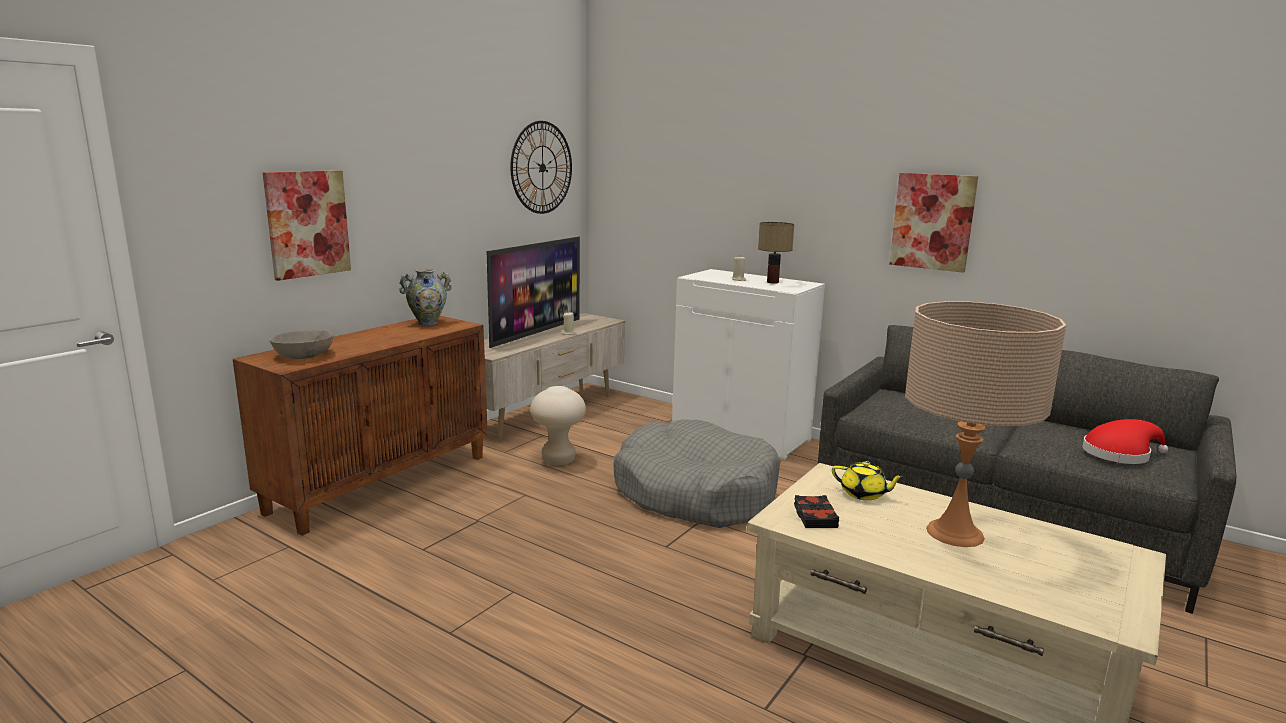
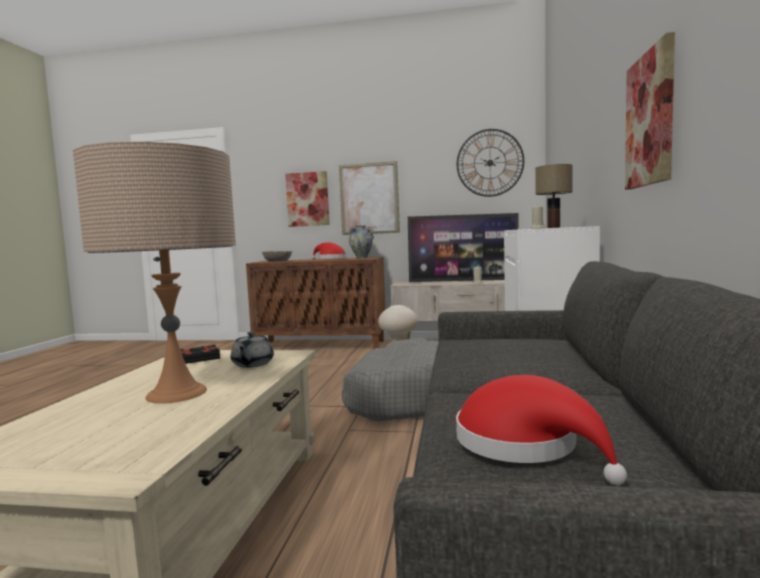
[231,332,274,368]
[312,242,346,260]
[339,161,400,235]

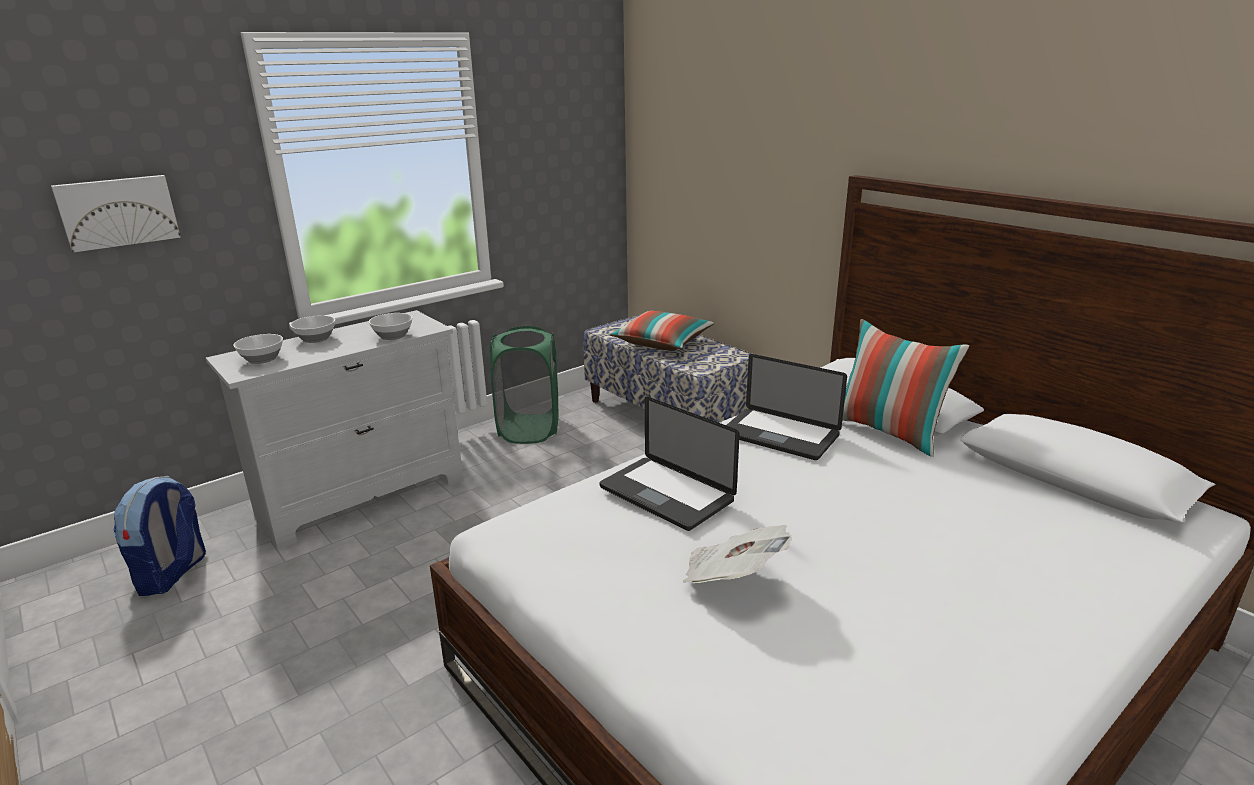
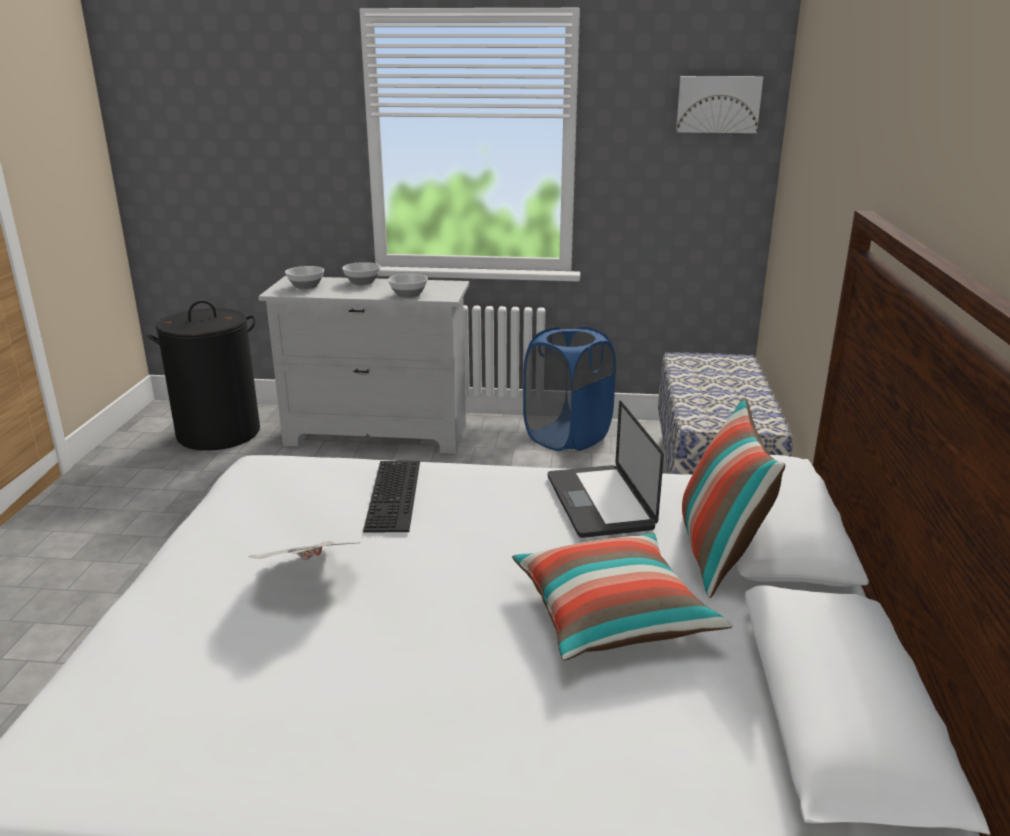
[147,300,260,451]
[363,461,420,533]
[512,533,733,661]
[523,327,616,451]
[676,76,763,133]

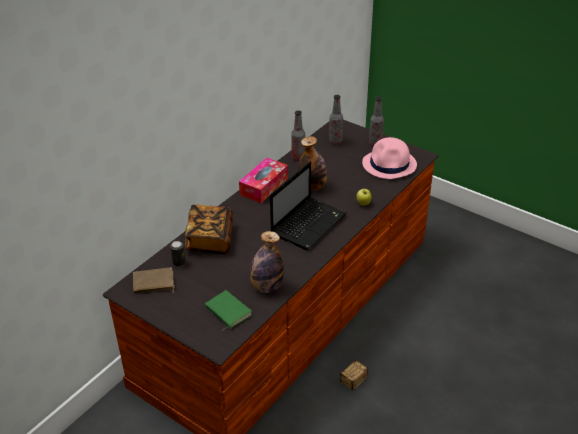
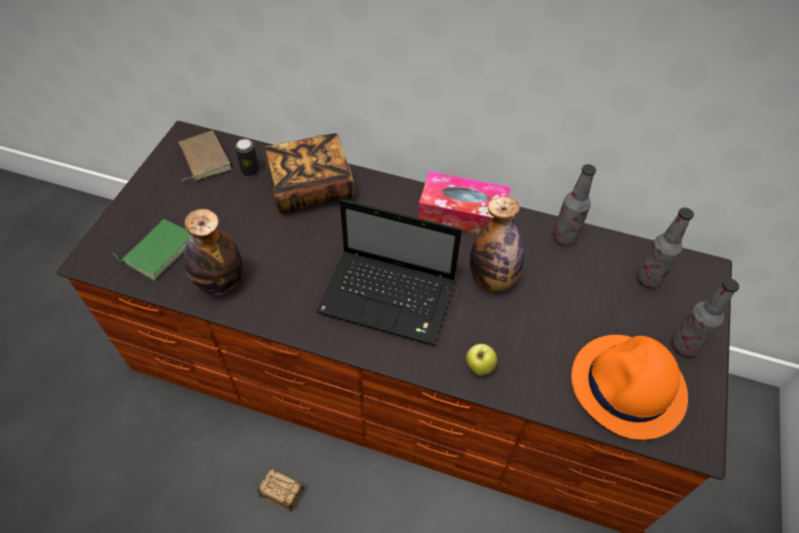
[571,335,688,440]

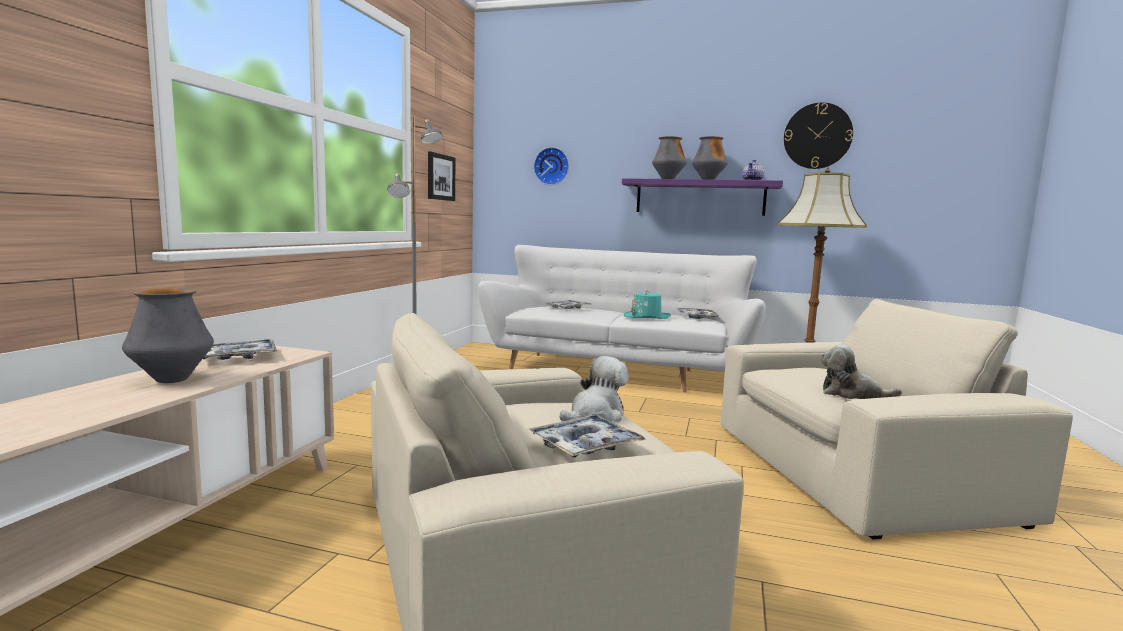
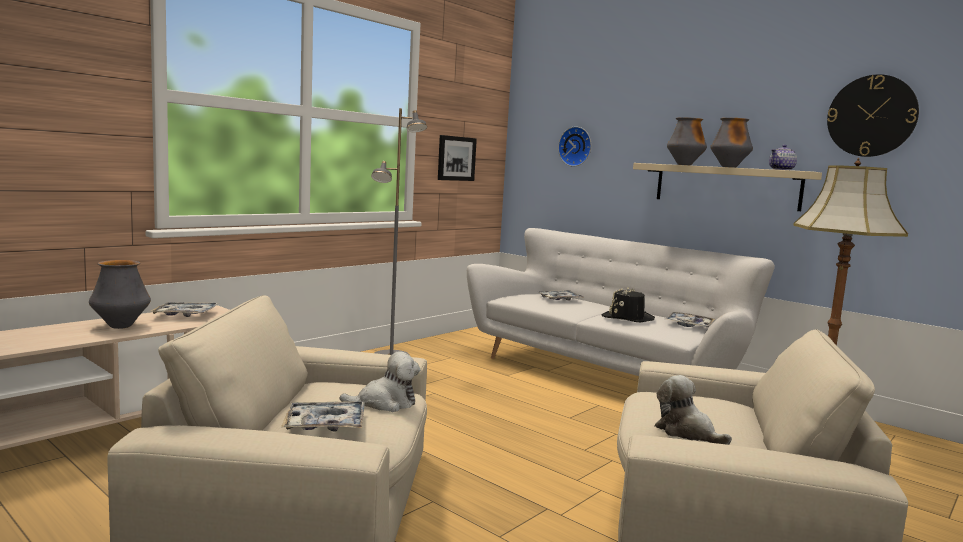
[601,287,655,322]
[633,163,822,211]

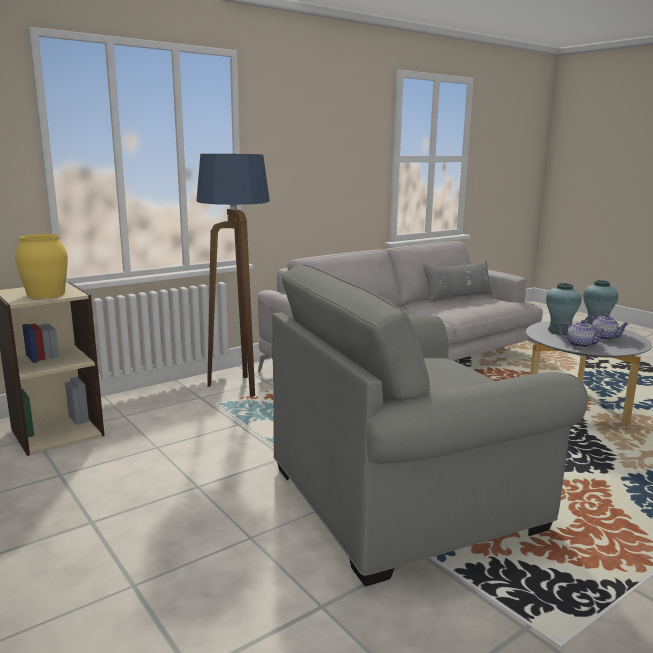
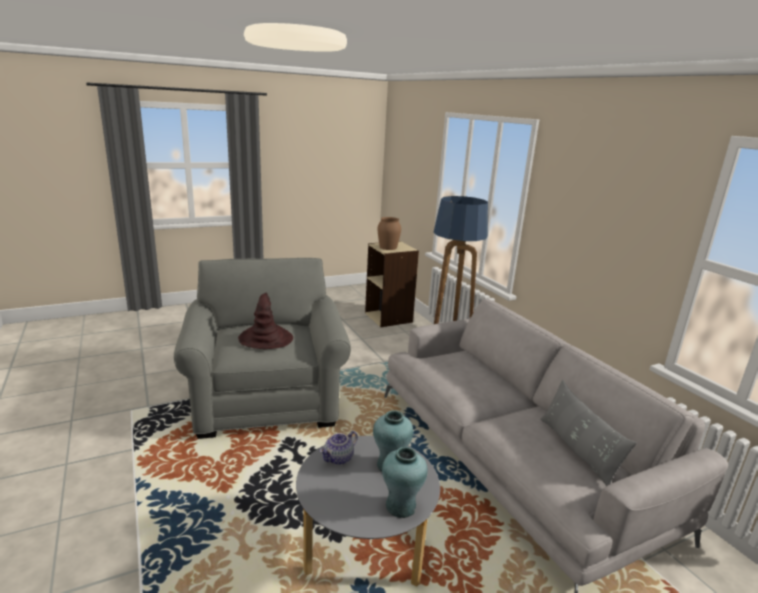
[238,292,293,349]
[378,217,401,250]
[585,314,629,340] (first image)

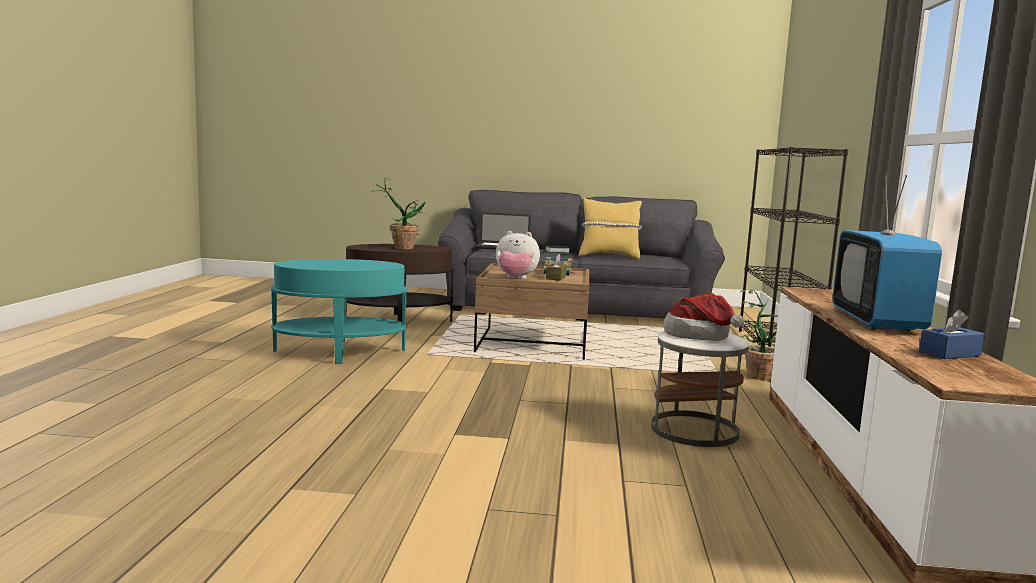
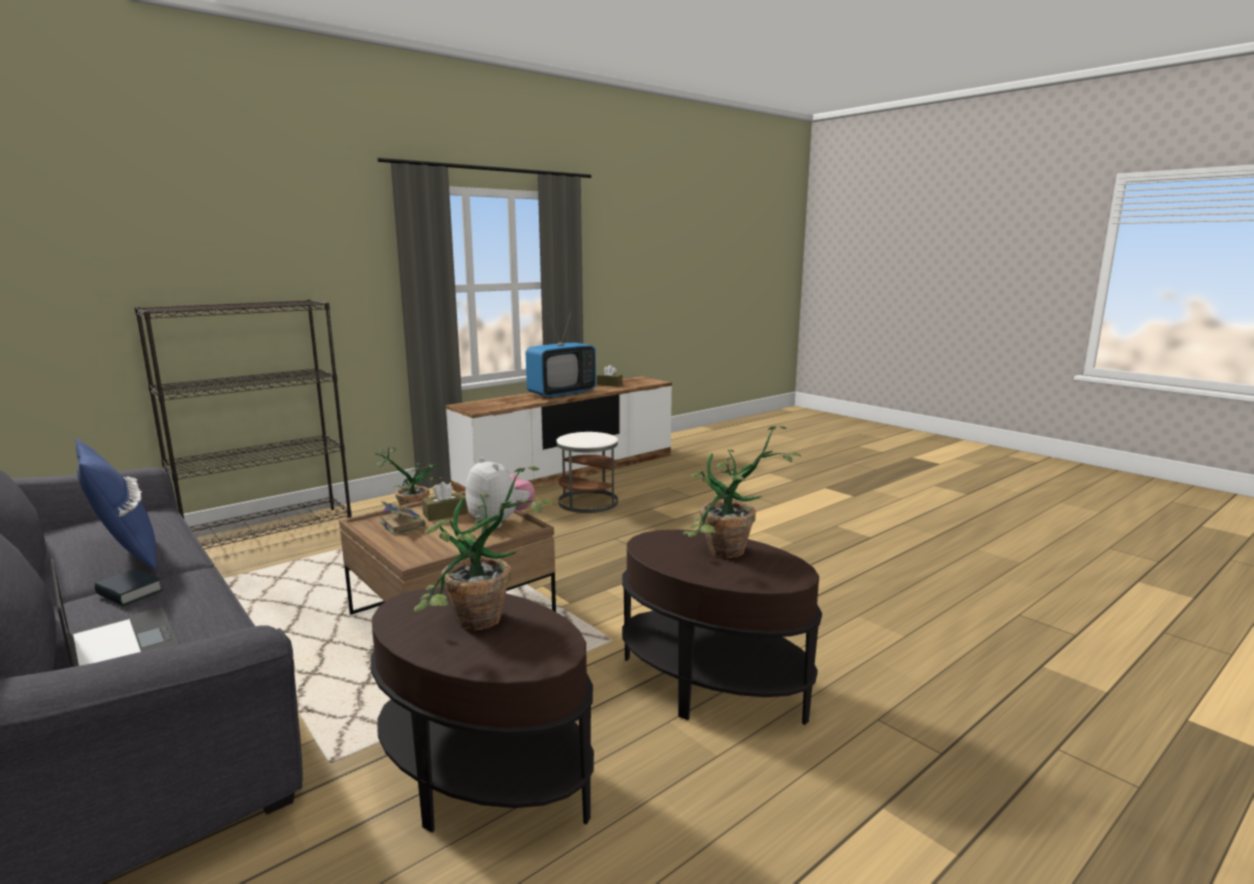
[75,438,157,570]
[597,365,623,387]
[622,530,822,725]
[683,426,801,558]
[664,293,744,341] (first image)

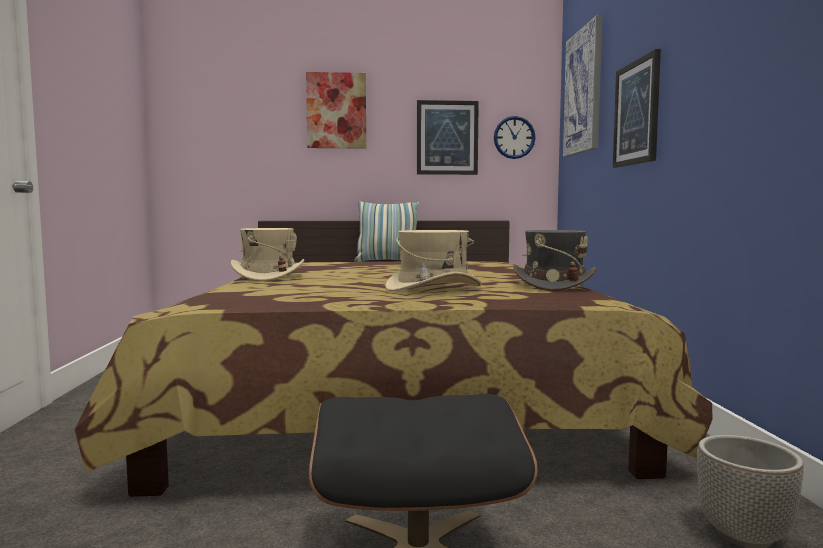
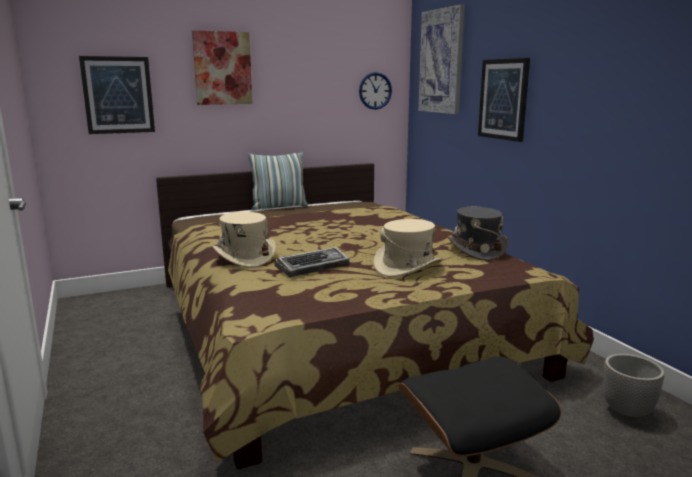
[79,56,155,134]
[274,247,349,277]

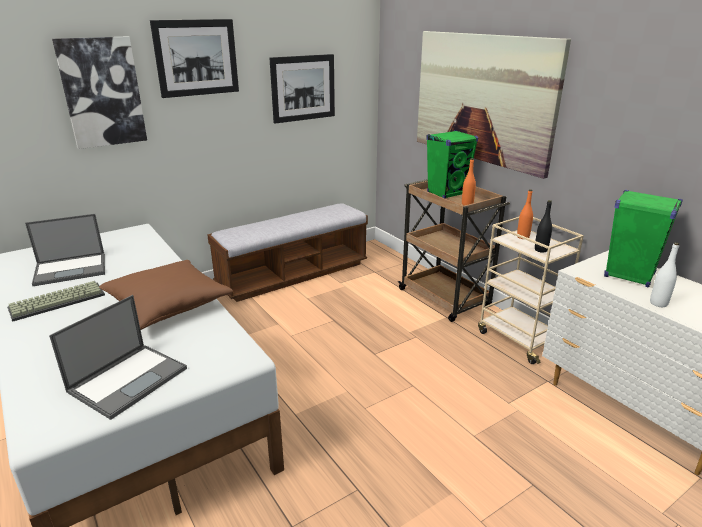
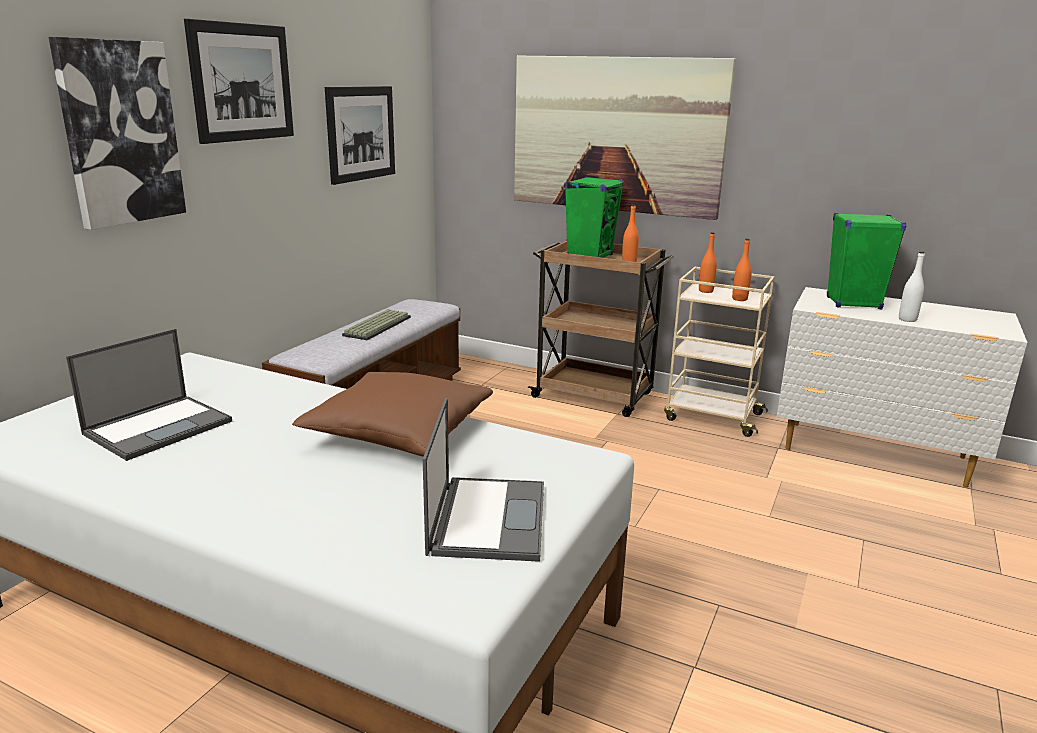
[342,309,411,340]
[732,239,752,301]

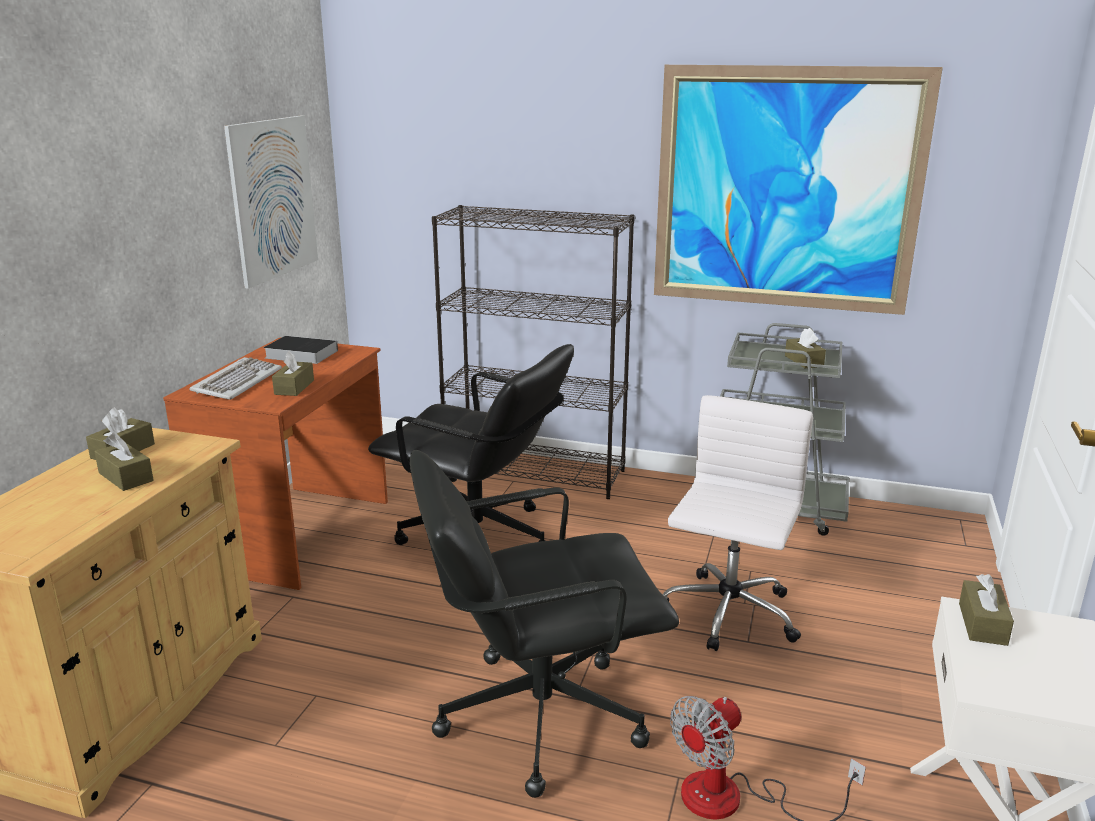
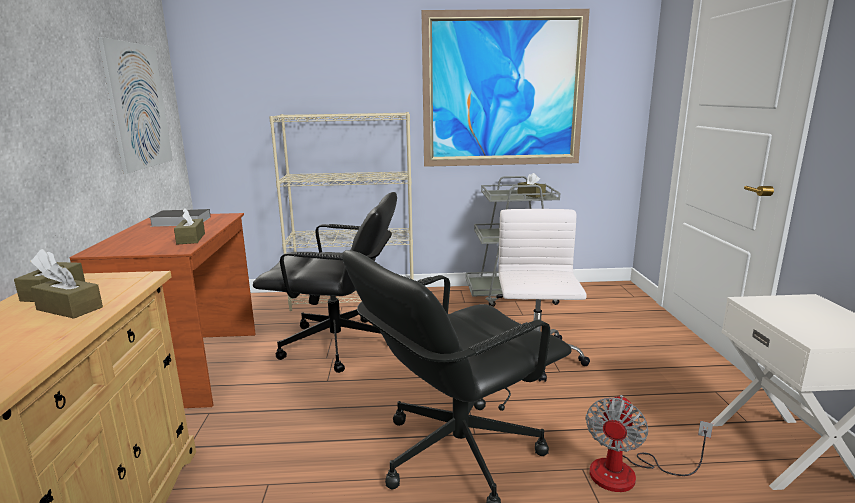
[269,112,414,311]
[189,357,282,400] (first image)
[959,574,1014,646] (first image)

